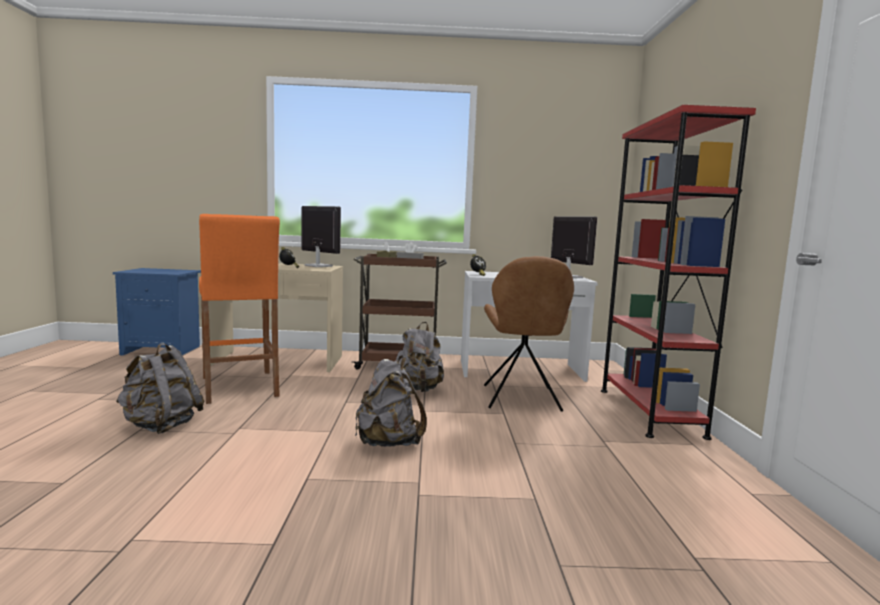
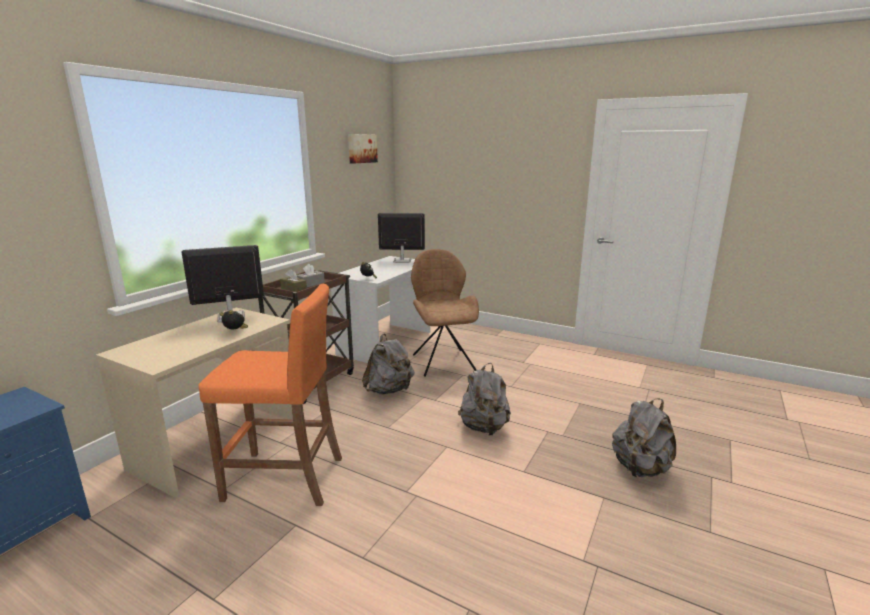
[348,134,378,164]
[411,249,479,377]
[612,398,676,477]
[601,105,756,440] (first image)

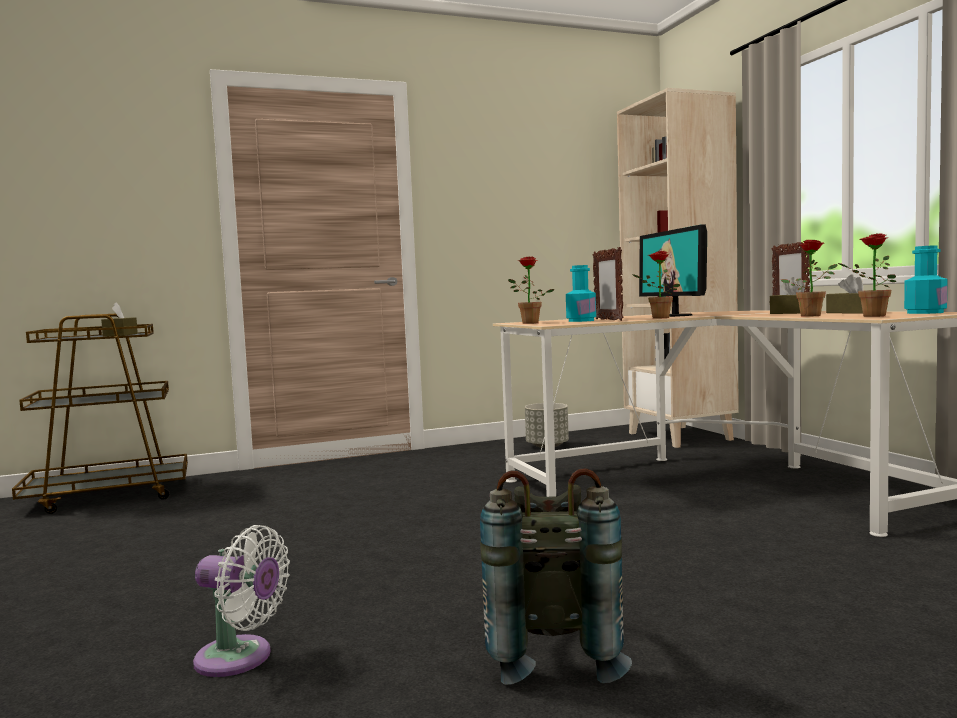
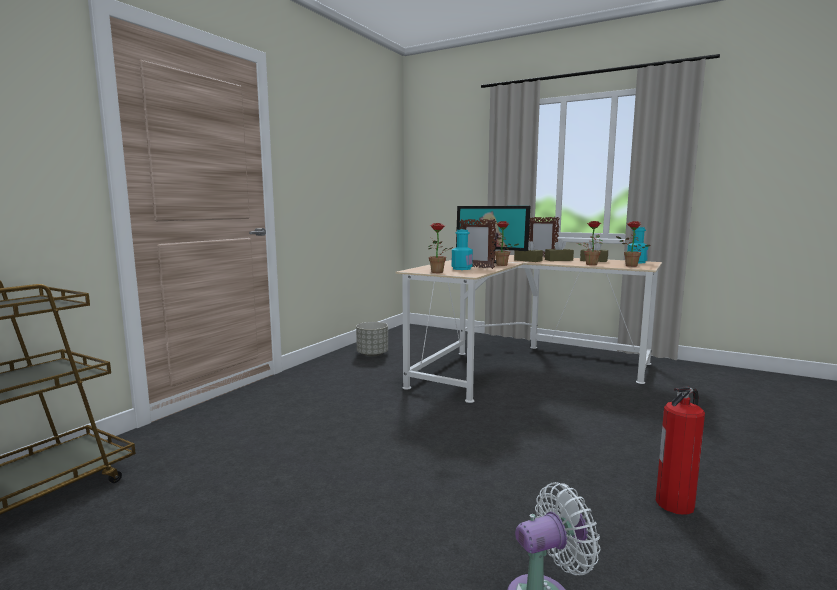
[514,241,543,262]
[656,386,705,515]
[617,88,739,448] (first image)

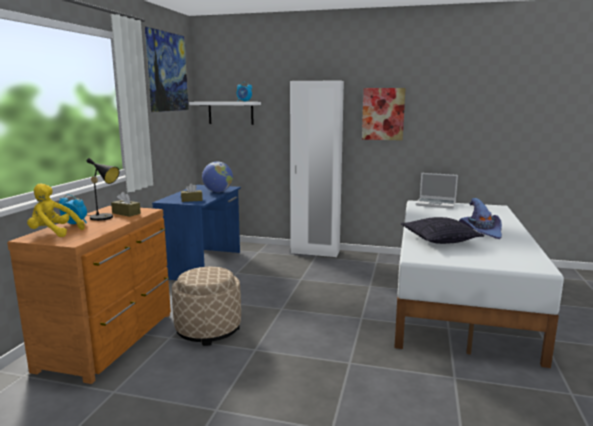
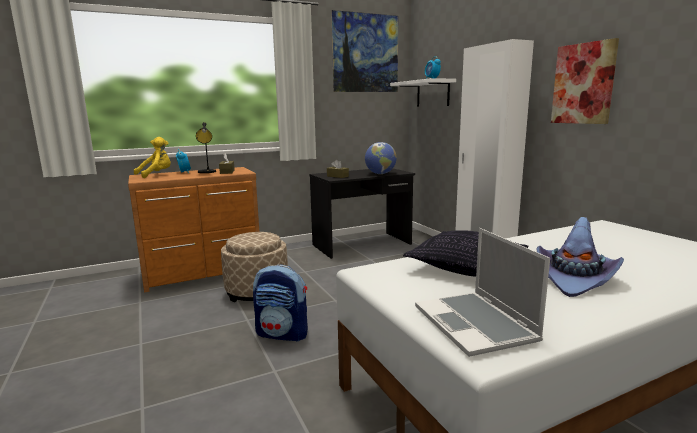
[133,137,171,178]
[253,264,308,342]
[310,169,415,259]
[415,228,550,357]

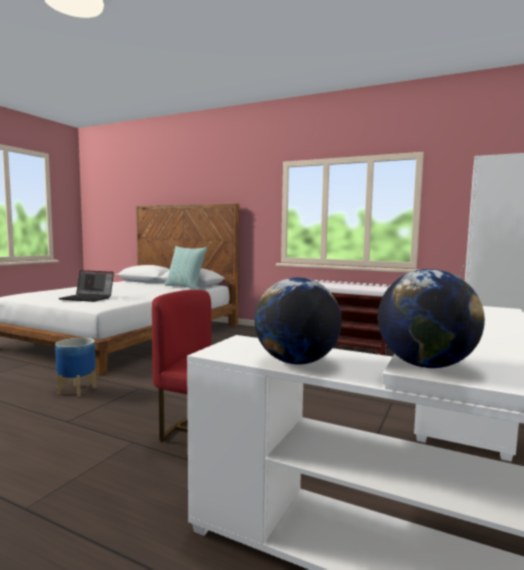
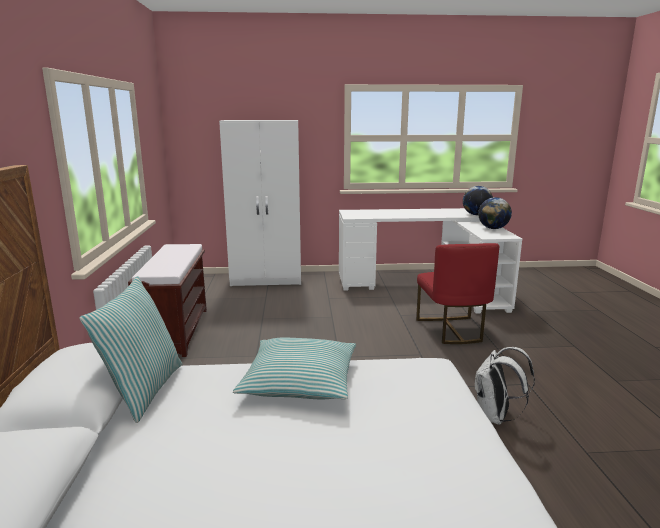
[233,338,356,399]
[474,347,535,425]
[59,270,114,302] (first image)

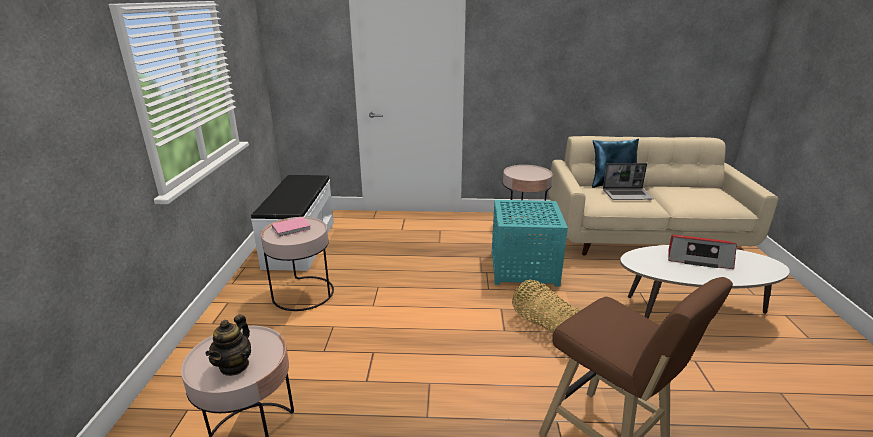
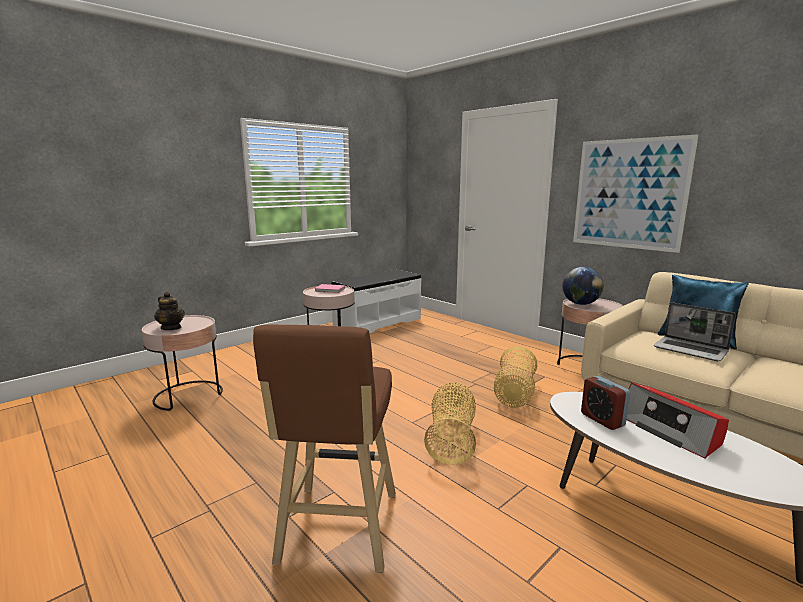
[154,292,185,330]
[494,346,537,407]
[562,267,604,305]
[573,134,698,253]
[581,376,630,430]

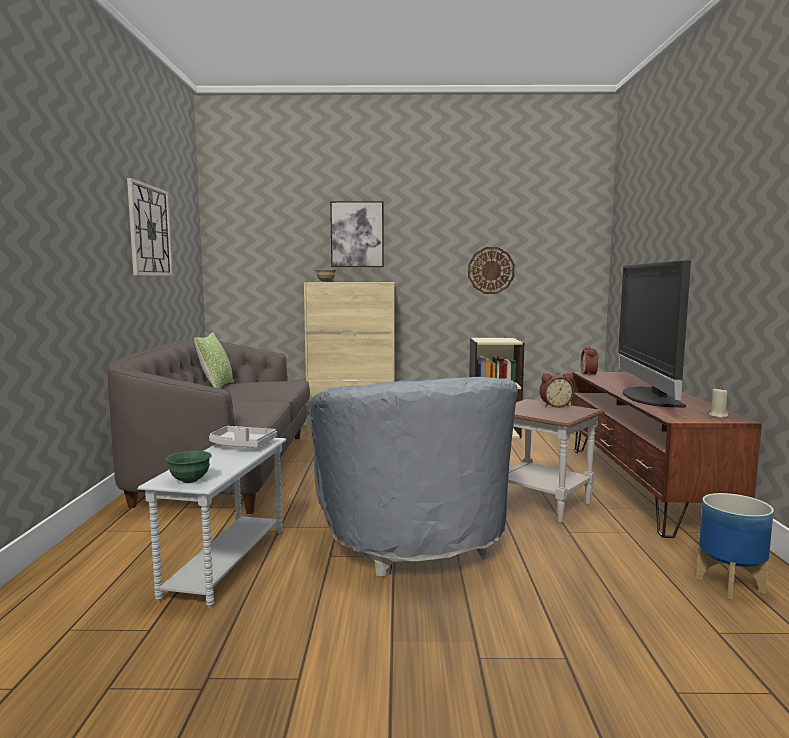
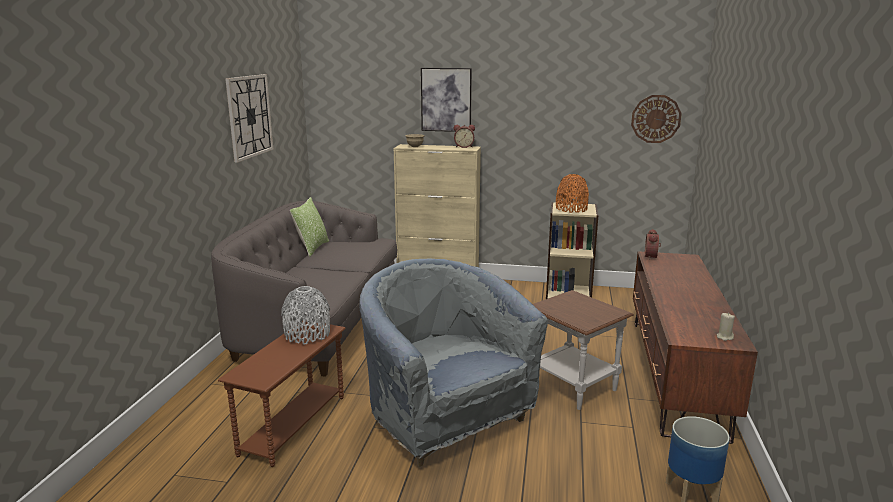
[218,321,346,467]
[281,286,330,345]
[359,259,548,468]
[454,125,475,148]
[556,174,589,213]
[631,95,682,143]
[166,451,212,483] (first image)
[618,261,691,407] (first image)

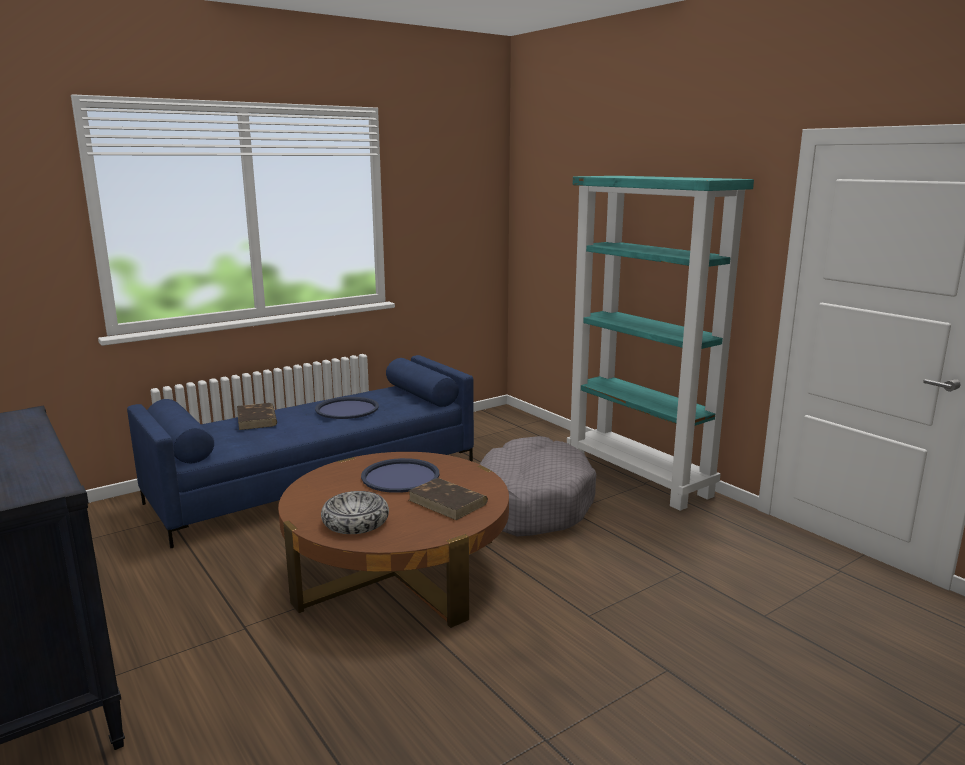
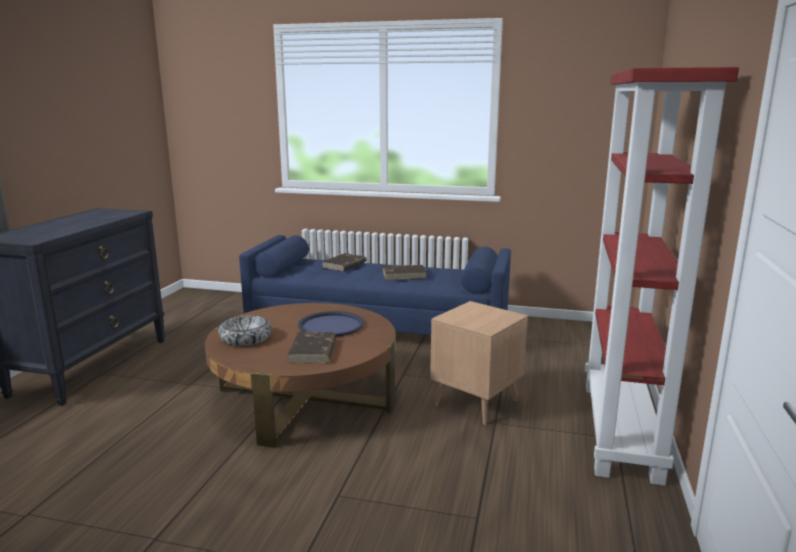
[382,265,427,280]
[430,301,528,425]
[585,67,739,486]

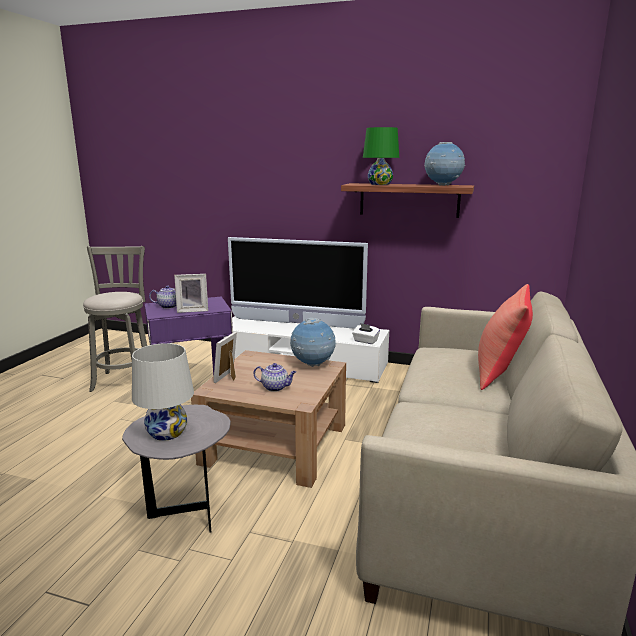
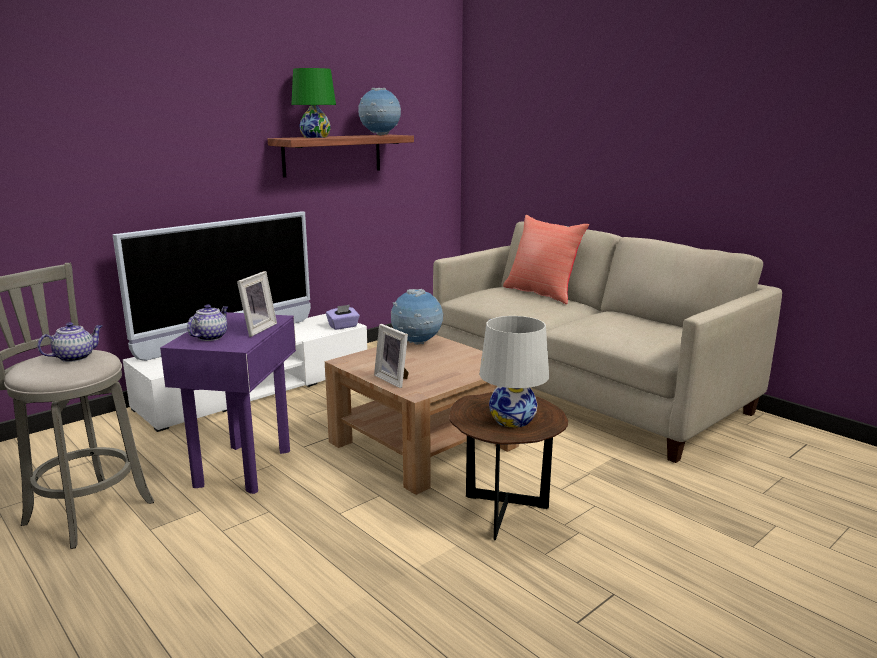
[37,322,102,362]
[326,305,360,330]
[449,392,568,541]

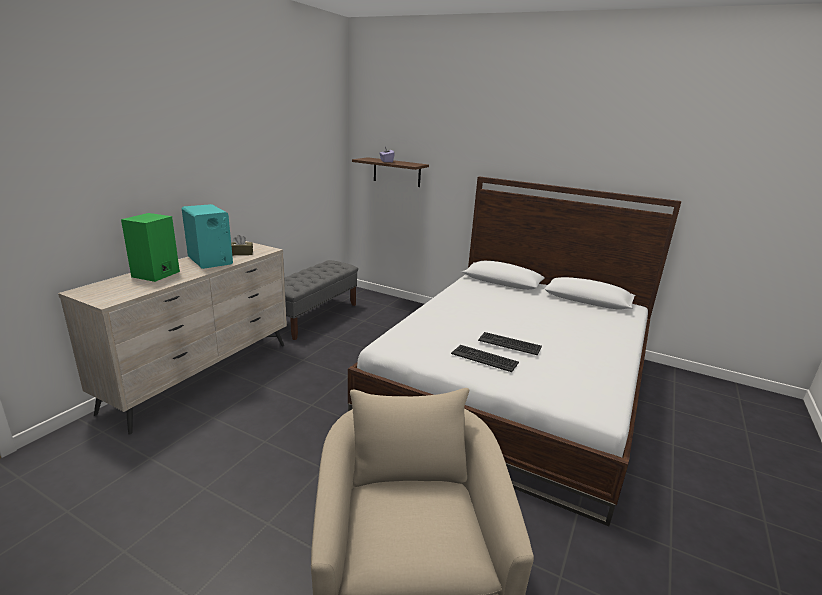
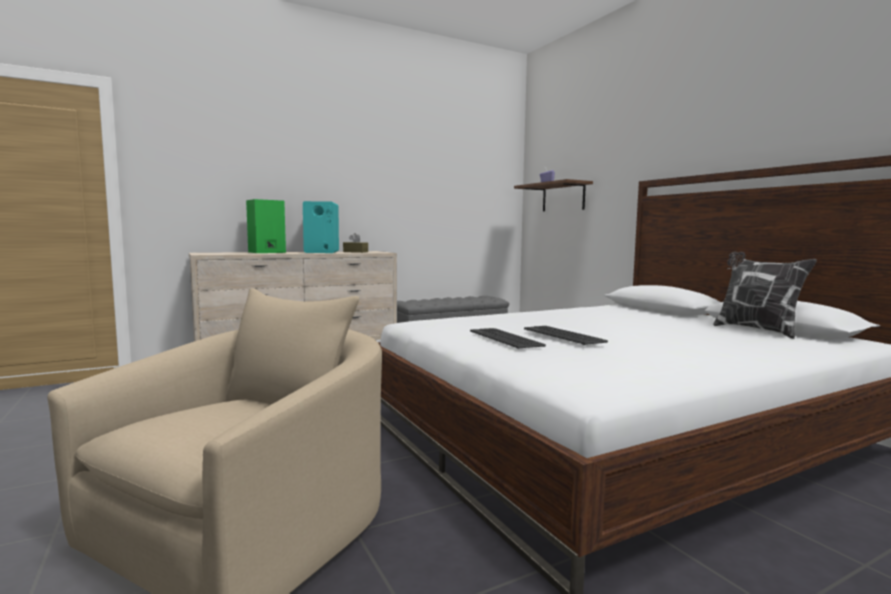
[713,251,817,339]

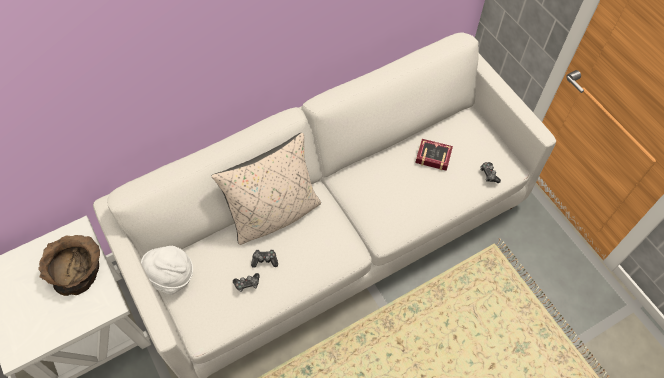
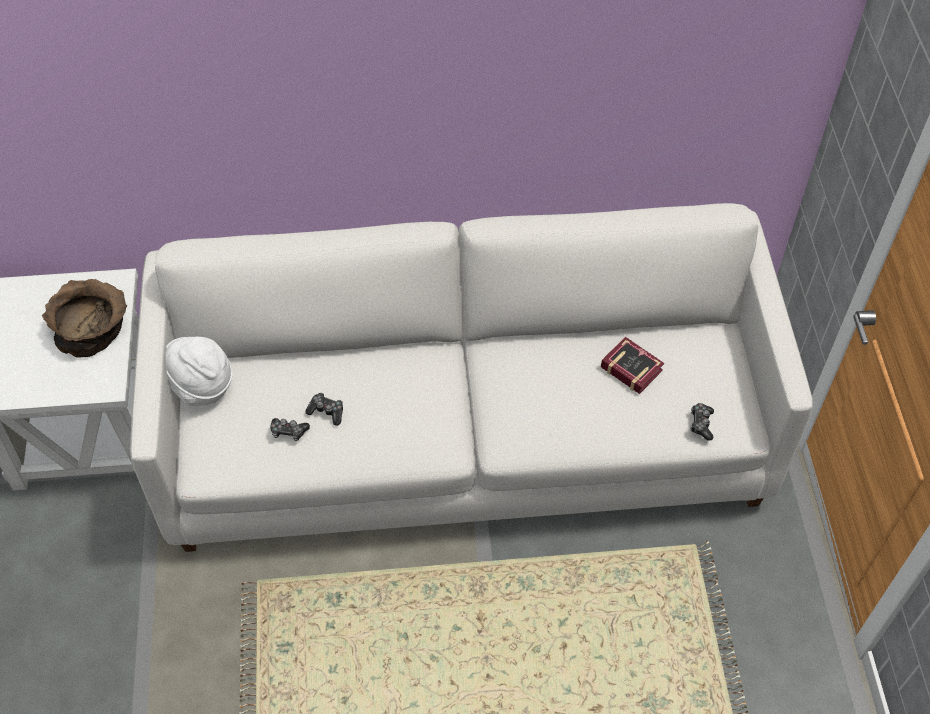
[212,133,321,245] (first image)

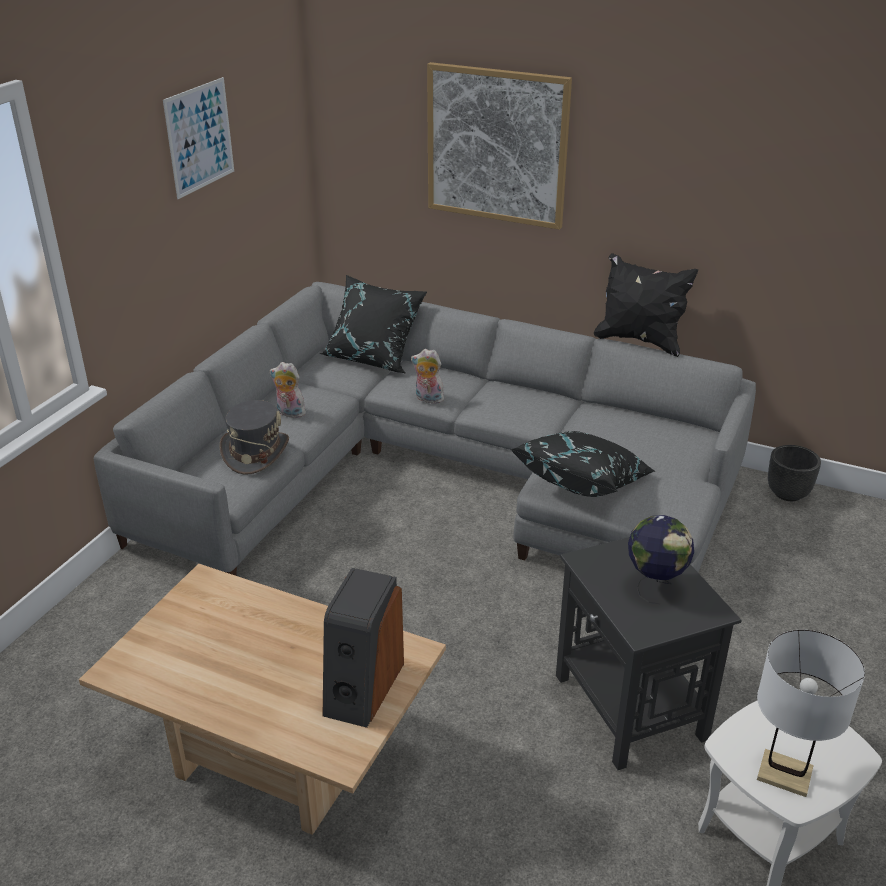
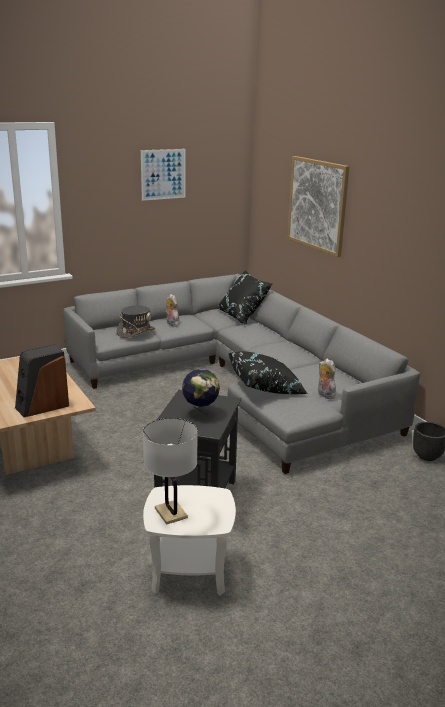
[318,359,336,399]
[594,253,698,357] (first image)

